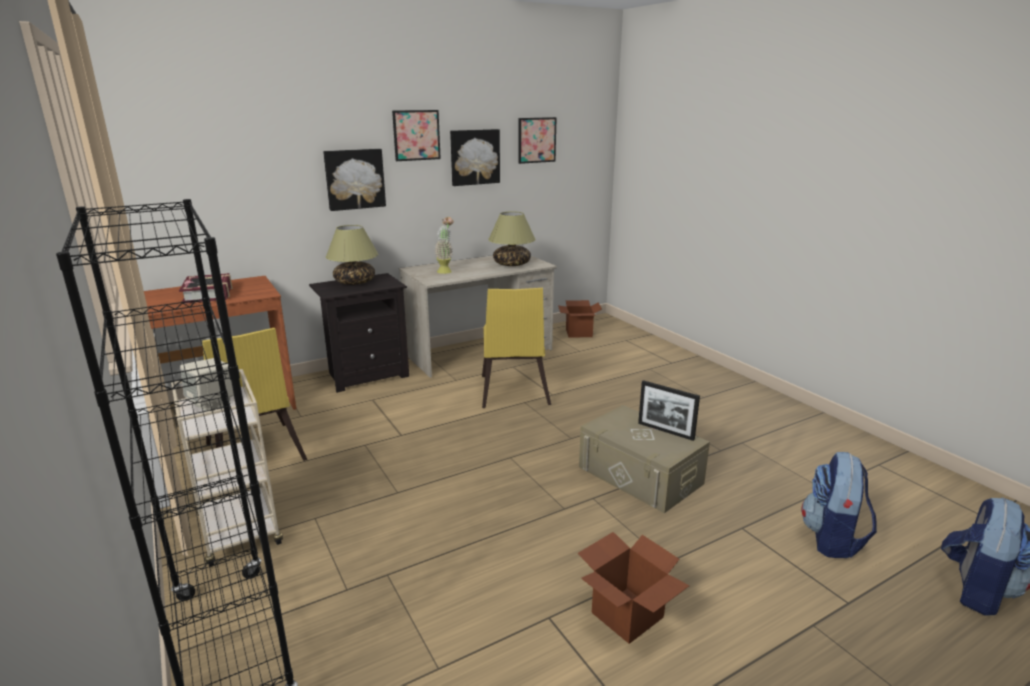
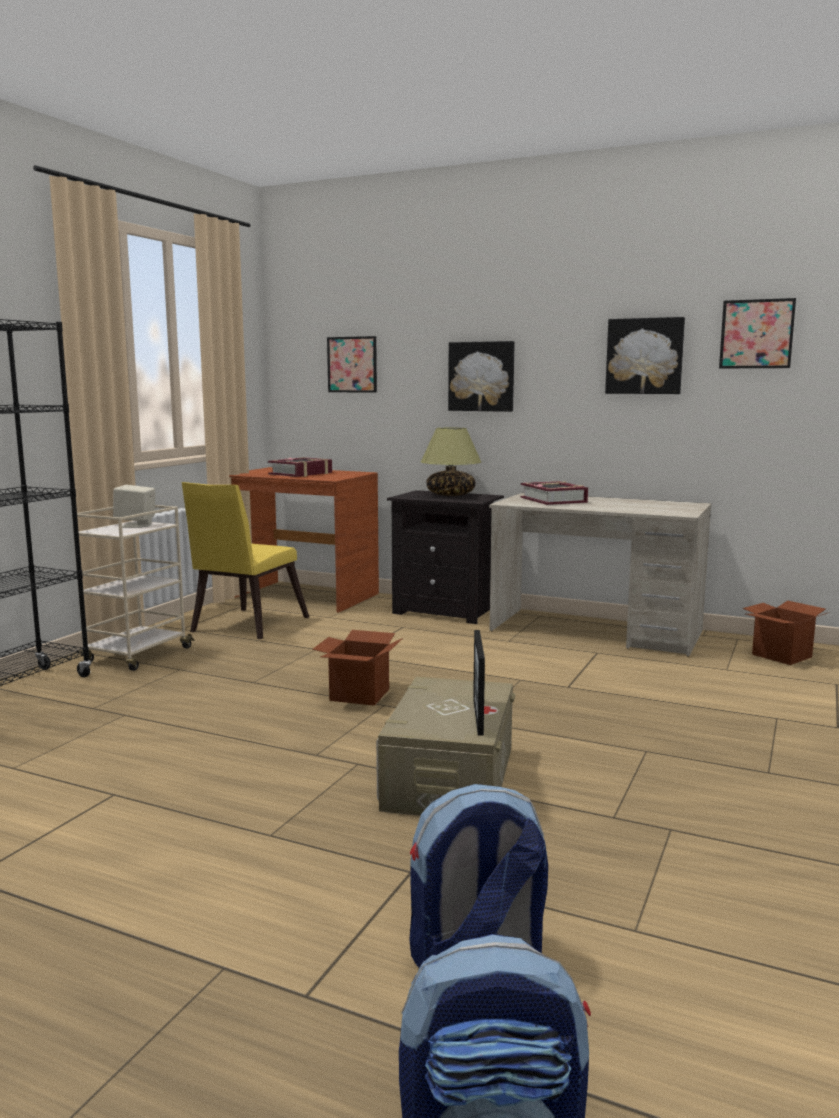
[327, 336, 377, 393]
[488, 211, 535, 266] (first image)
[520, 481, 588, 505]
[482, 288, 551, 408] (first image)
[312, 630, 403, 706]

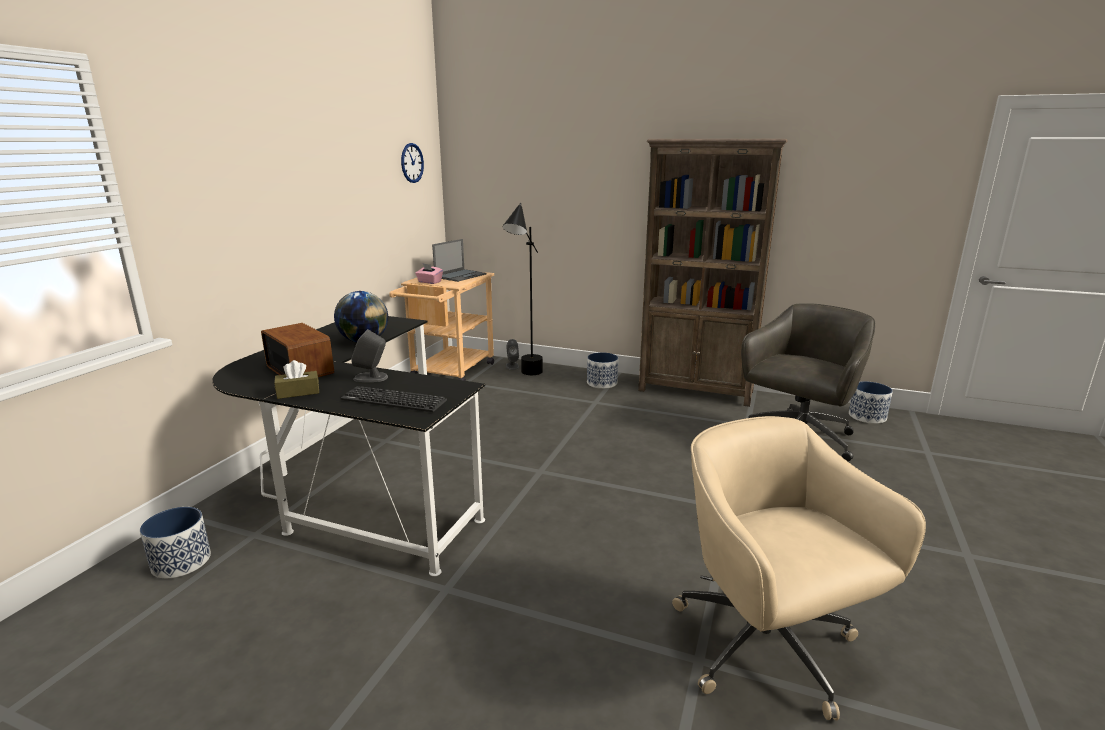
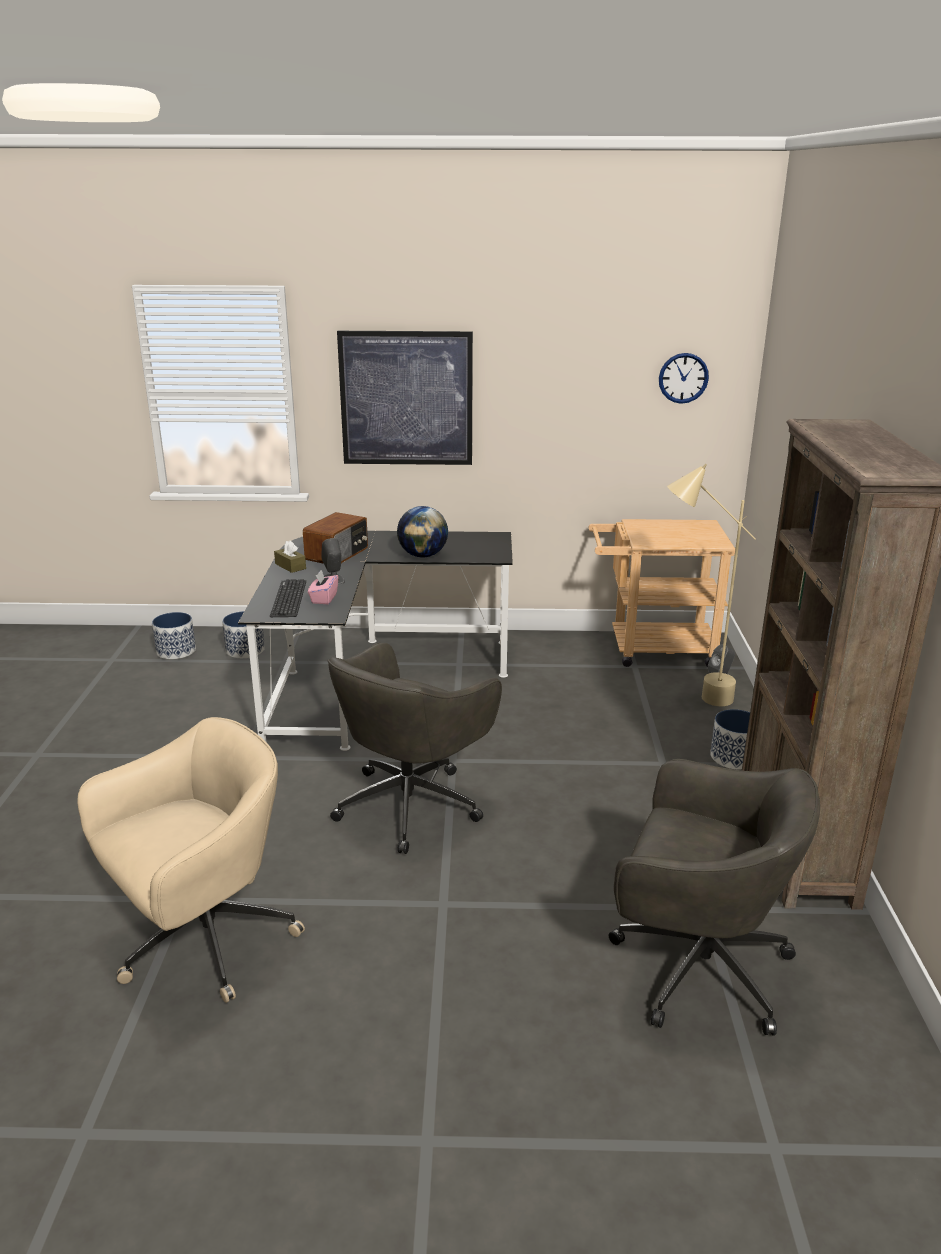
[667, 464, 756, 706]
[432, 239, 487, 282] (first image)
[308, 570, 338, 604]
[152, 612, 196, 660]
[337, 331, 473, 465]
[327, 643, 502, 854]

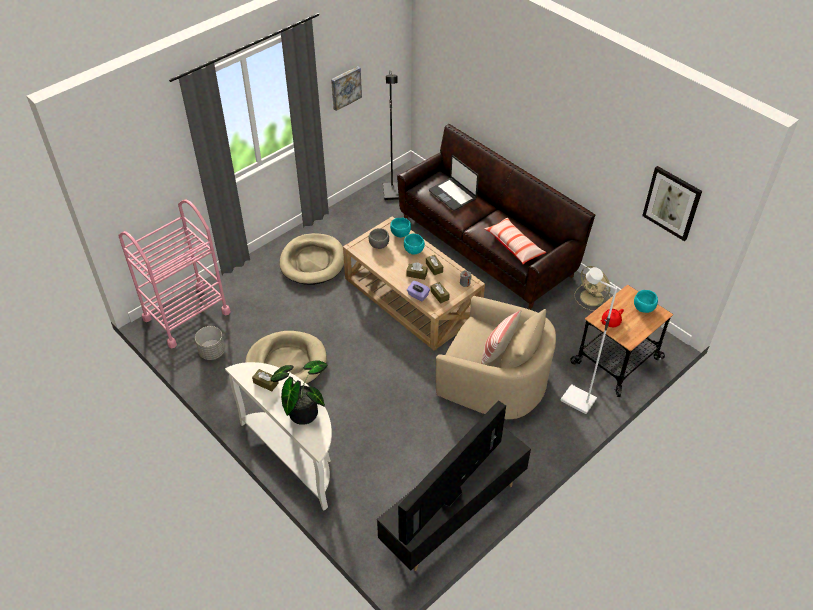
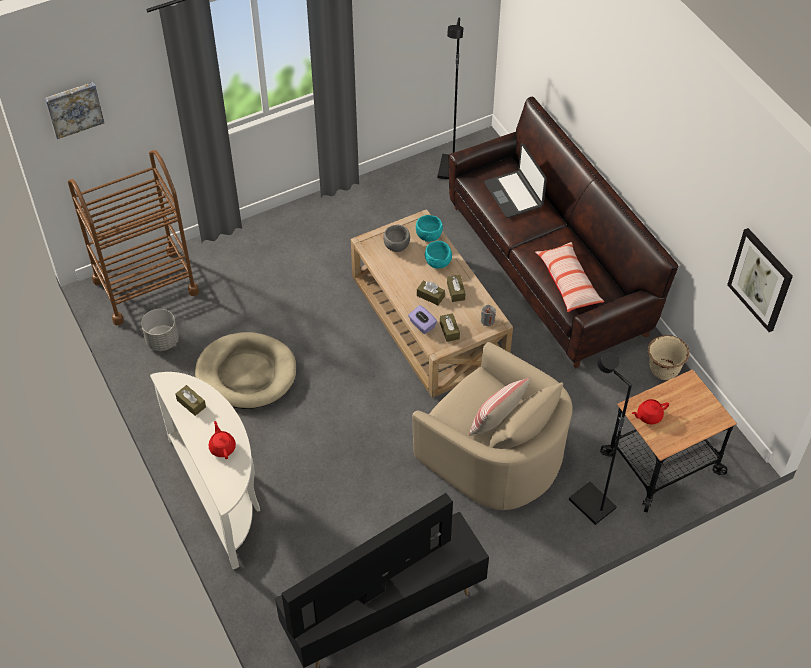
[45, 82, 104, 139]
[68, 150, 199, 326]
[280, 233, 344, 285] (first image)
[647, 335, 689, 380]
[569, 352, 632, 525]
[634, 290, 658, 313] (first image)
[208, 421, 236, 459]

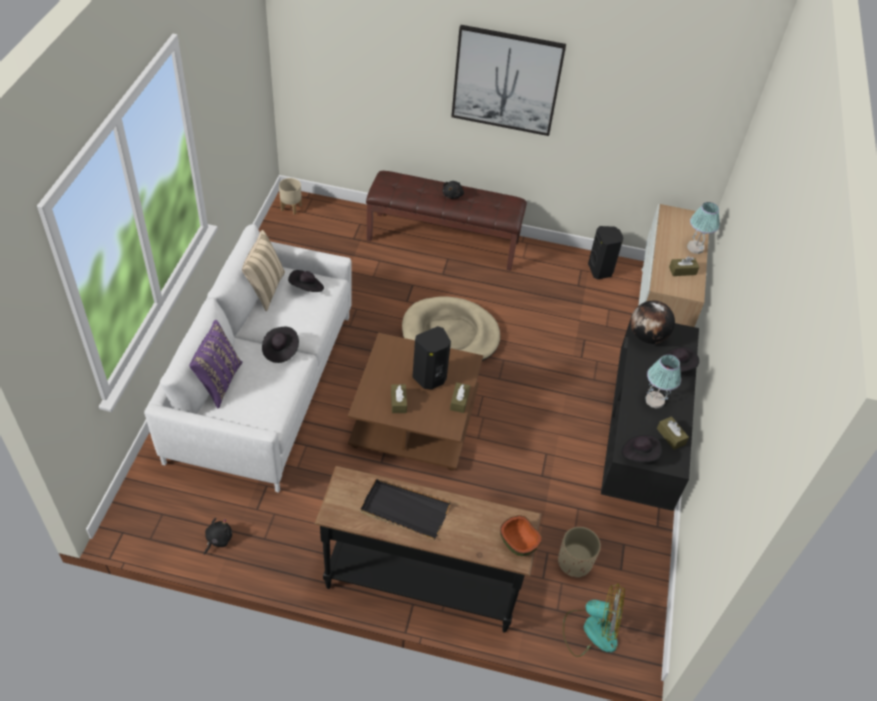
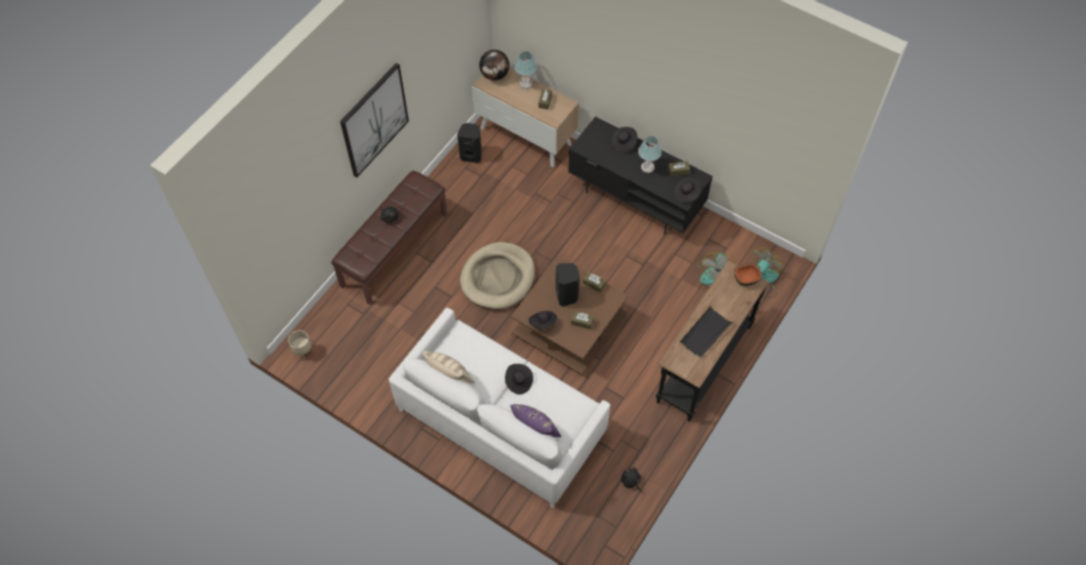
[529, 311, 557, 330]
[479, 50, 510, 80]
[695, 252, 735, 285]

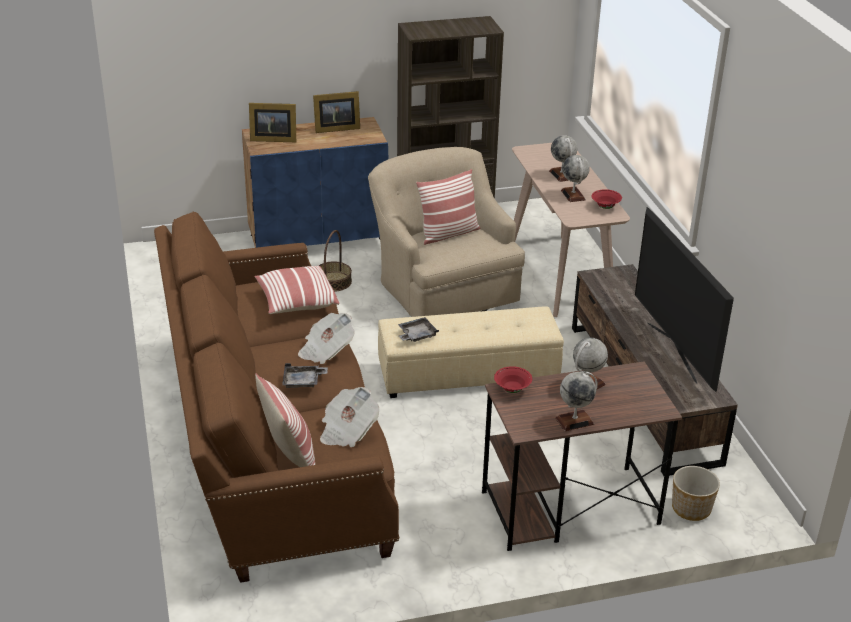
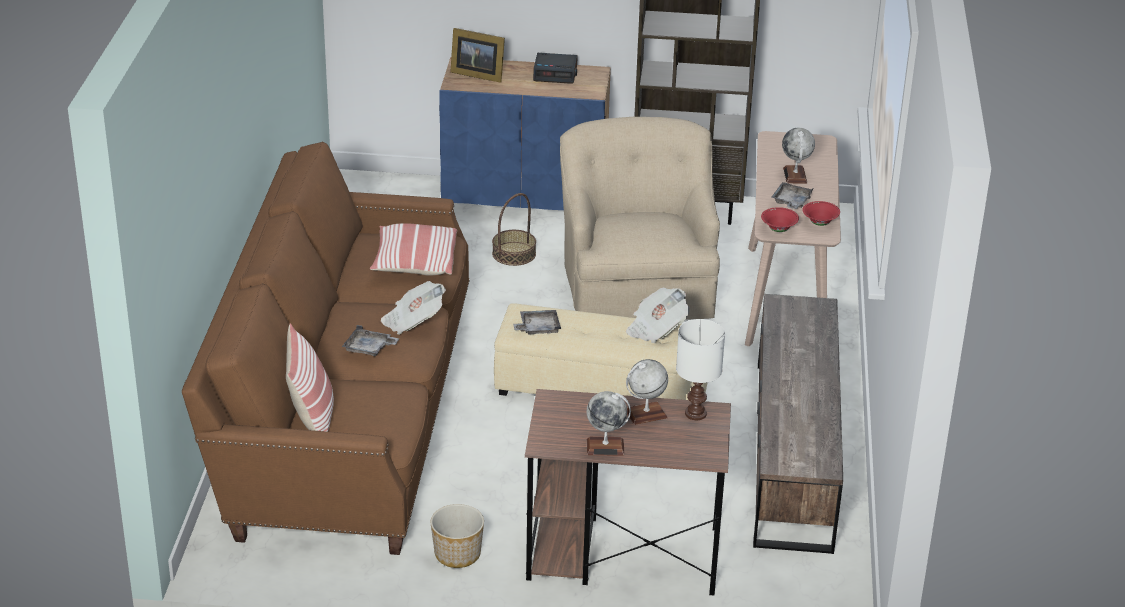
[533, 53, 578, 84]
[772, 182, 813, 209]
[416, 169, 480, 245] (first image)
[635, 207, 734, 392] (first image)
[761, 207, 799, 232]
[626, 288, 690, 343]
[431, 504, 484, 568]
[676, 319, 725, 420]

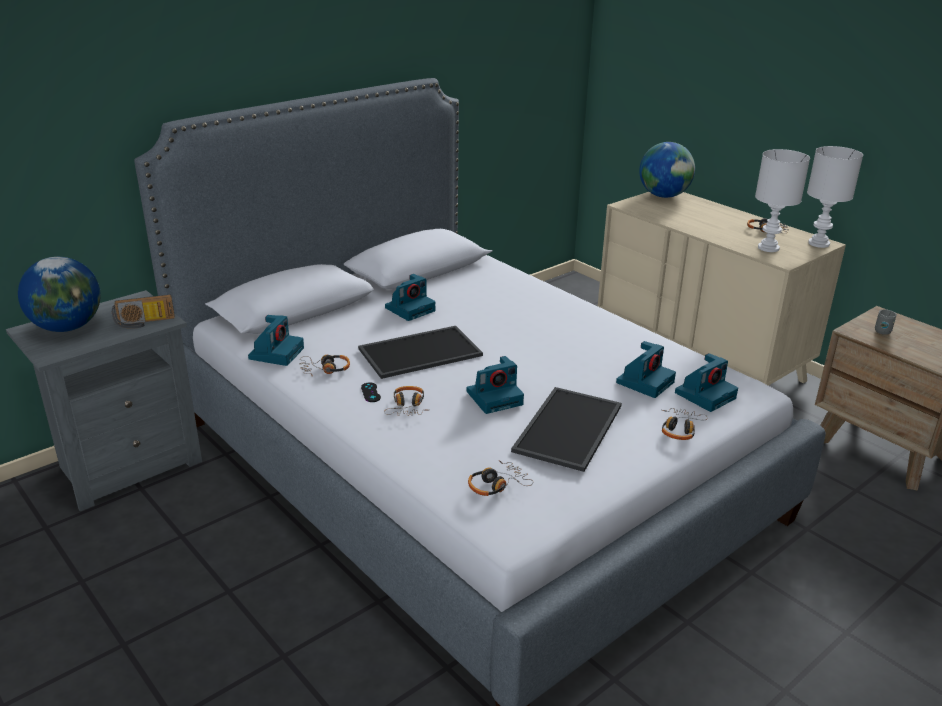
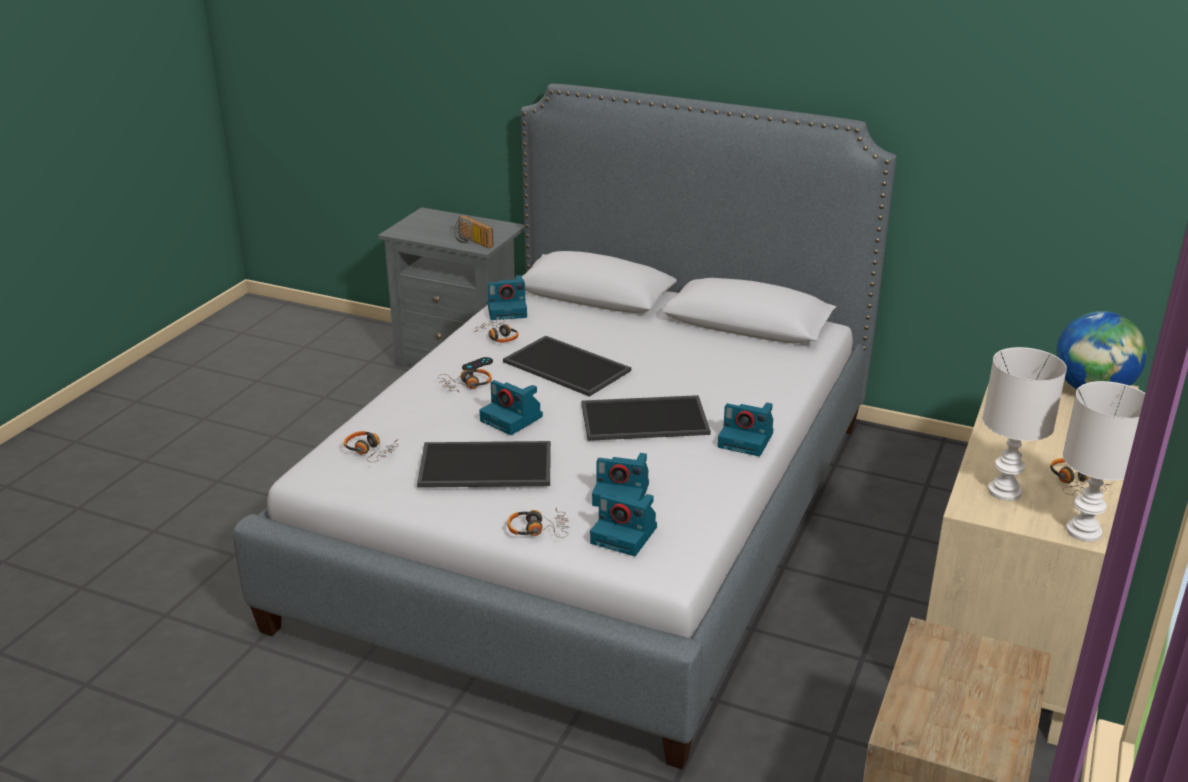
[18, 257, 101, 332] (first image)
[718, 403, 773, 456]
[875, 310, 897, 335] (first image)
[581, 395, 711, 441]

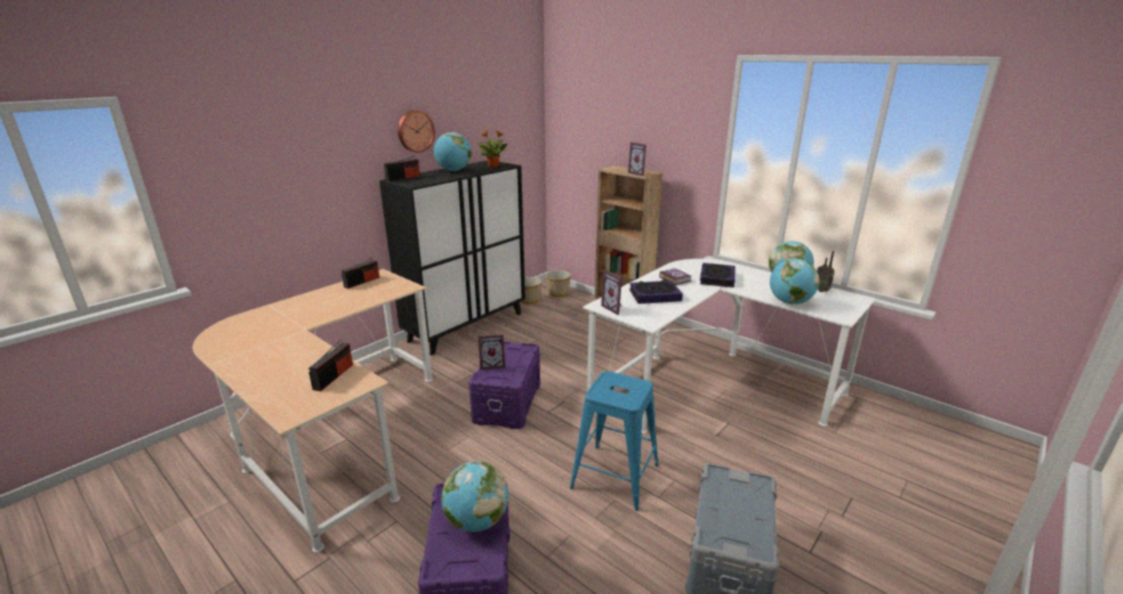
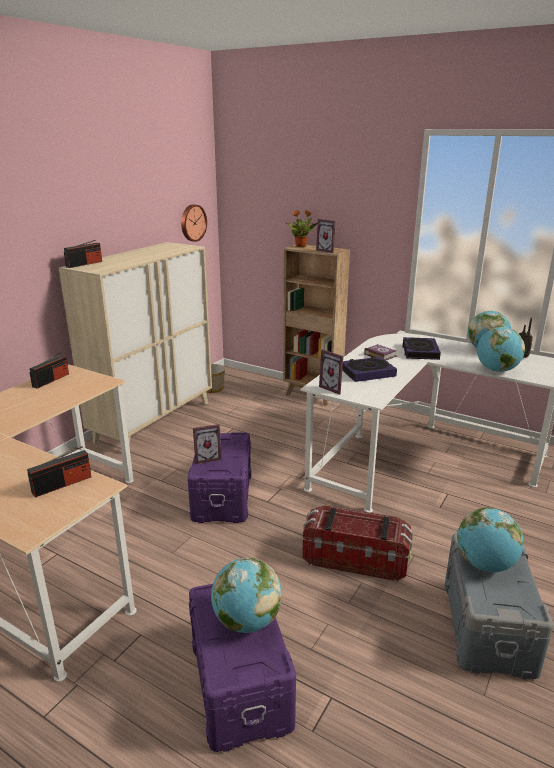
[181, 205, 207, 242]
[285, 210, 318, 247]
[457, 507, 524, 572]
[59, 242, 212, 444]
[546, 270, 571, 297] (first image)
[27, 446, 91, 498]
[302, 505, 413, 581]

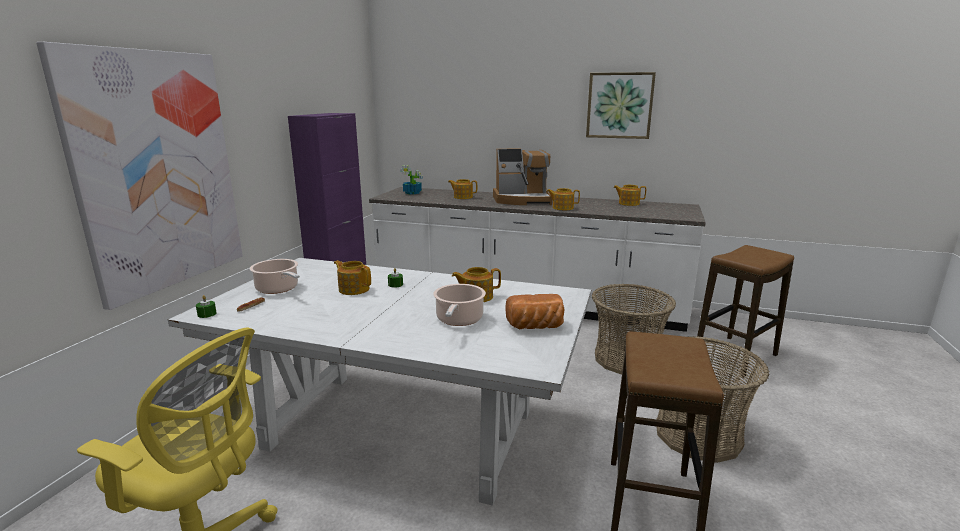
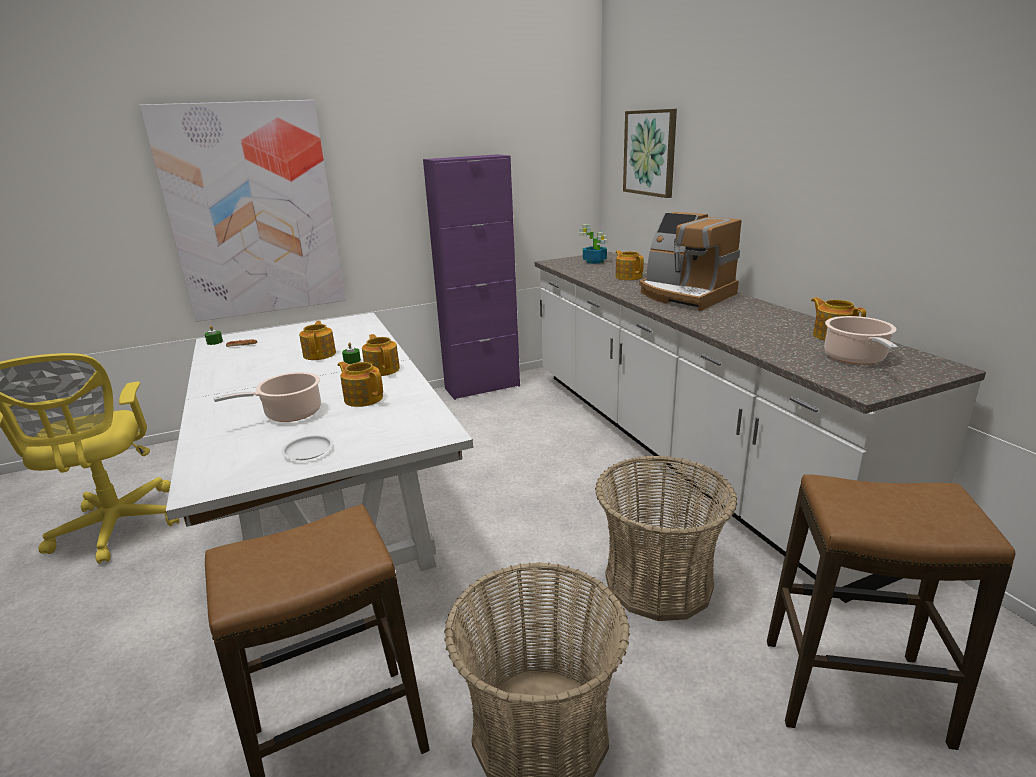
[623, 109, 677, 198]
[362, 334, 400, 376]
[824, 316, 898, 365]
[281, 435, 333, 460]

